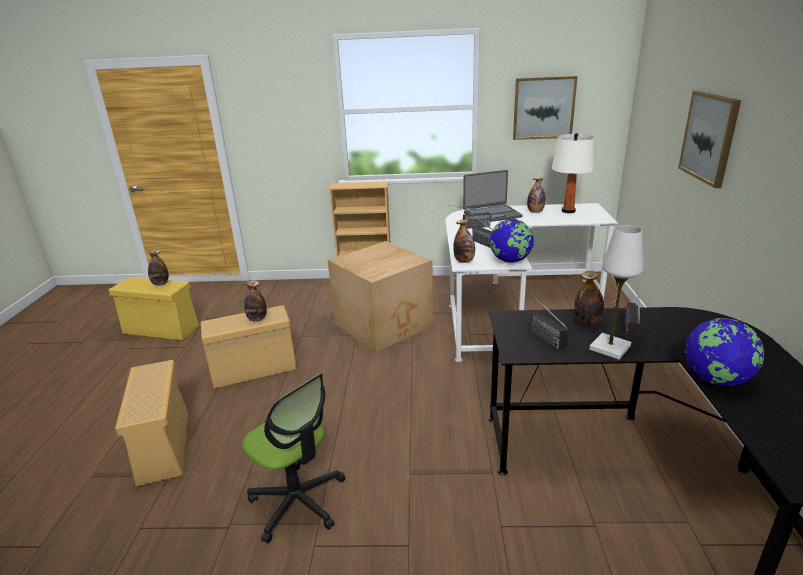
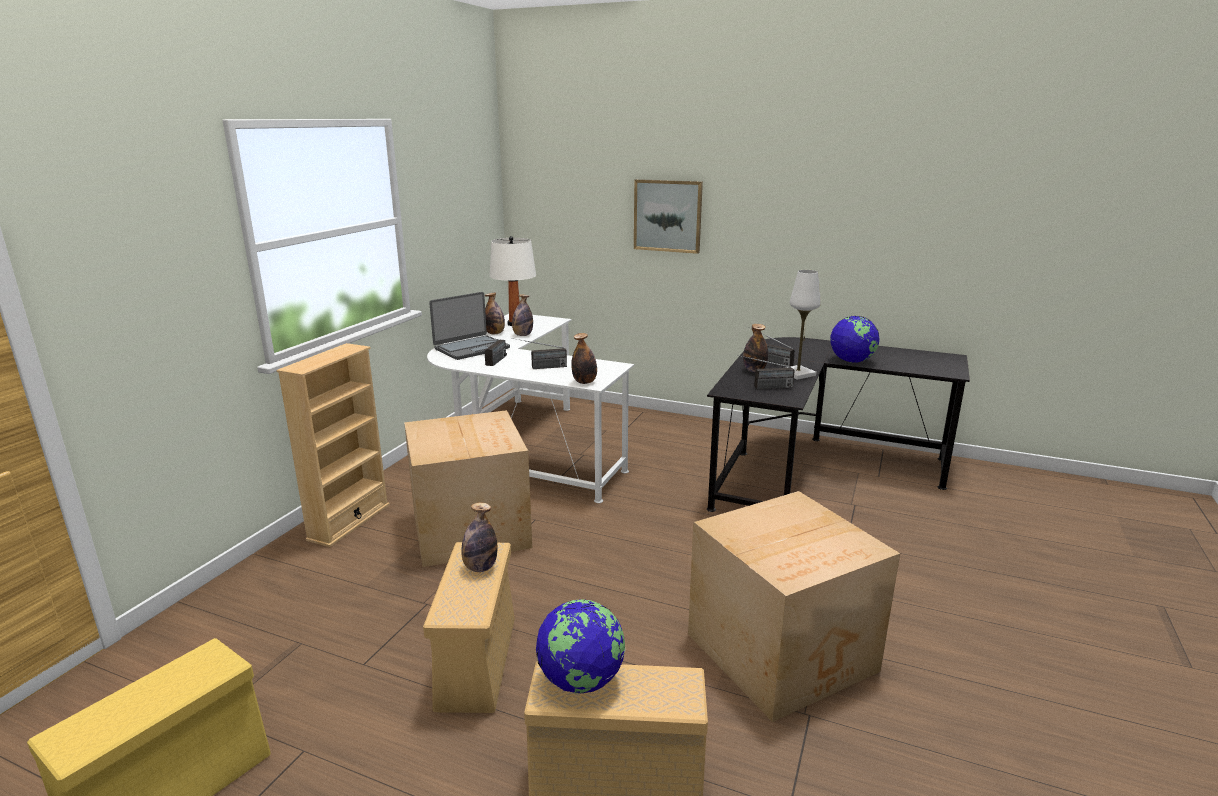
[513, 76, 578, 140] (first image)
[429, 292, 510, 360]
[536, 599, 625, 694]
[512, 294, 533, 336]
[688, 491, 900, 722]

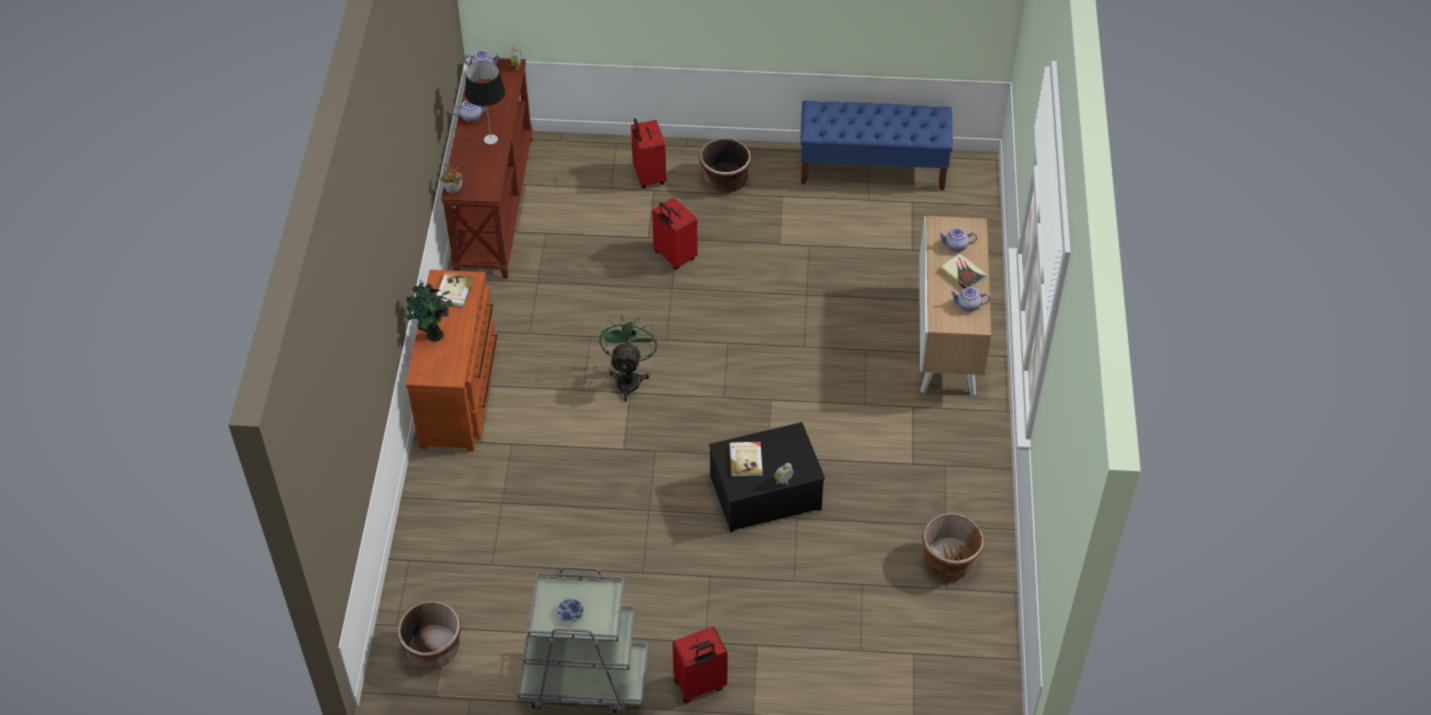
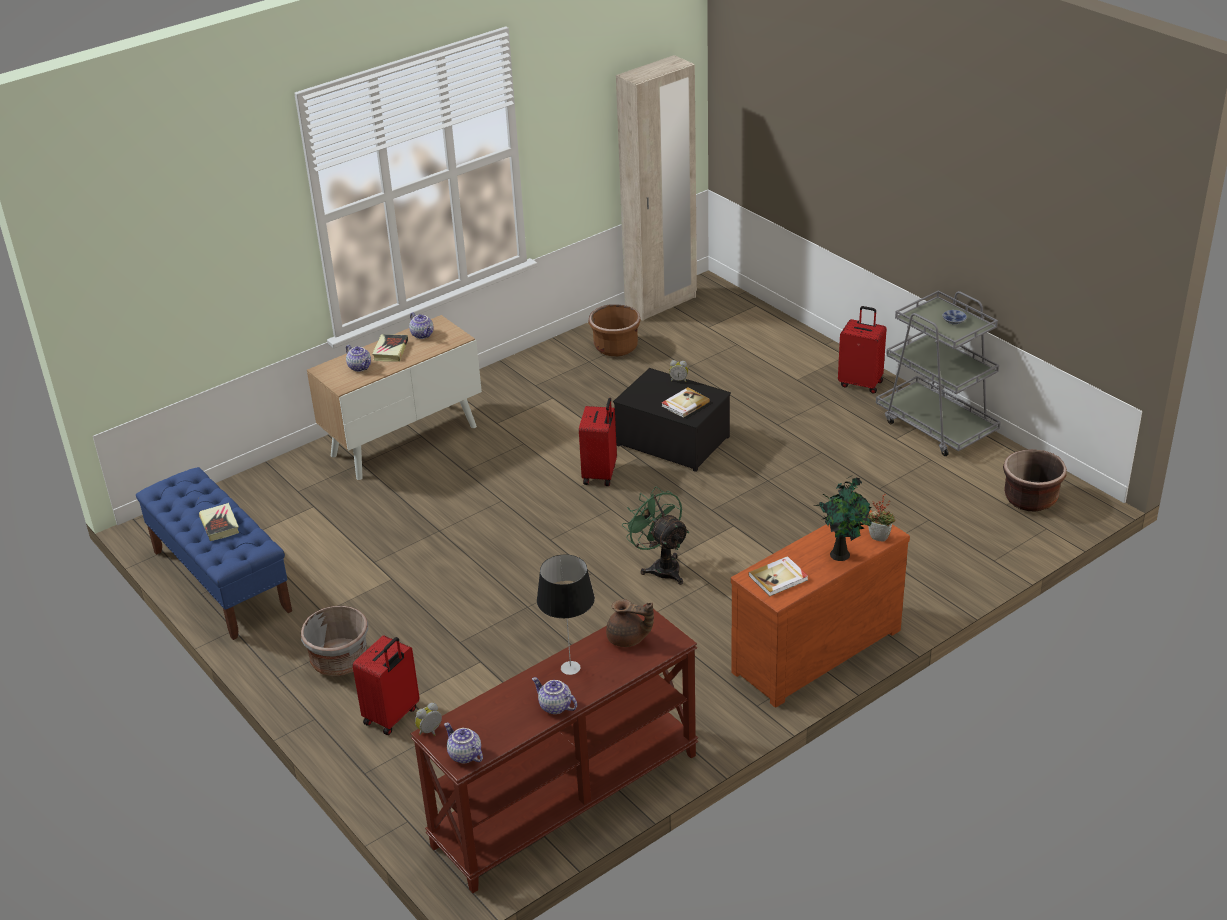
[301, 606, 368, 677]
[868, 494, 896, 541]
[579, 398, 617, 486]
[622, 486, 689, 585]
[616, 55, 697, 321]
[199, 503, 239, 541]
[606, 599, 654, 647]

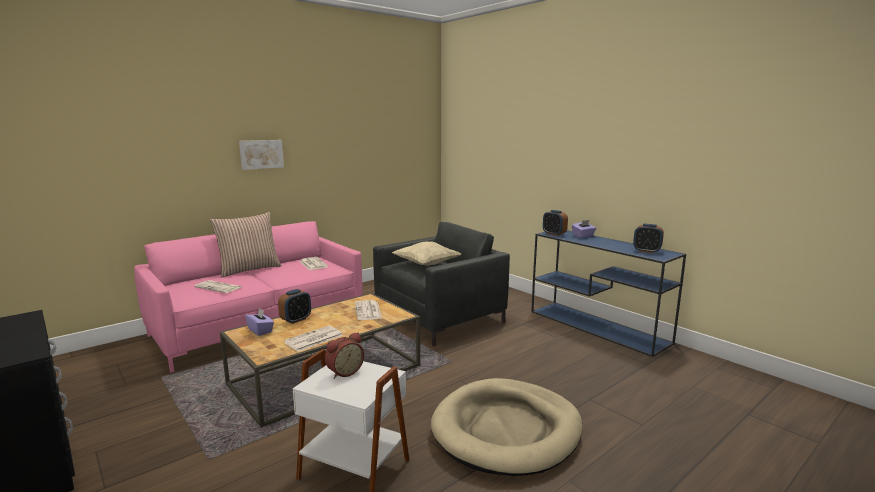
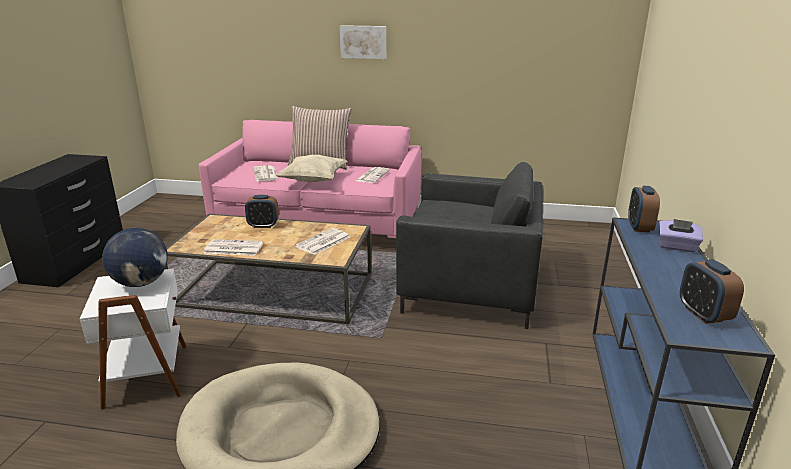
[276, 155, 347, 182]
[245, 308, 274, 336] (first image)
[102, 228, 168, 287]

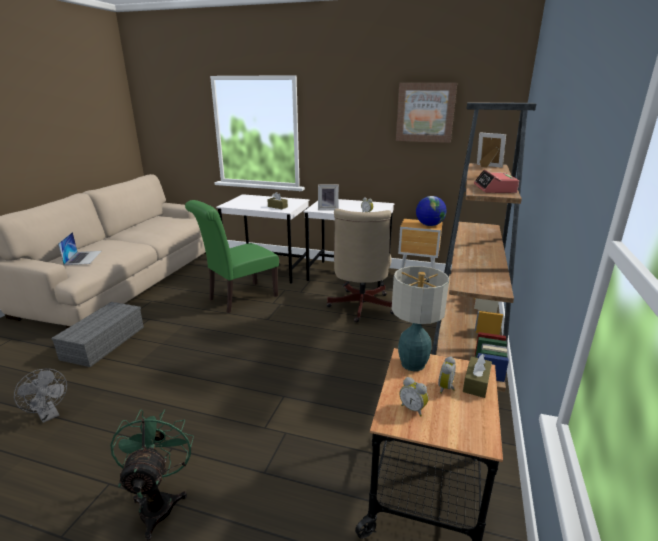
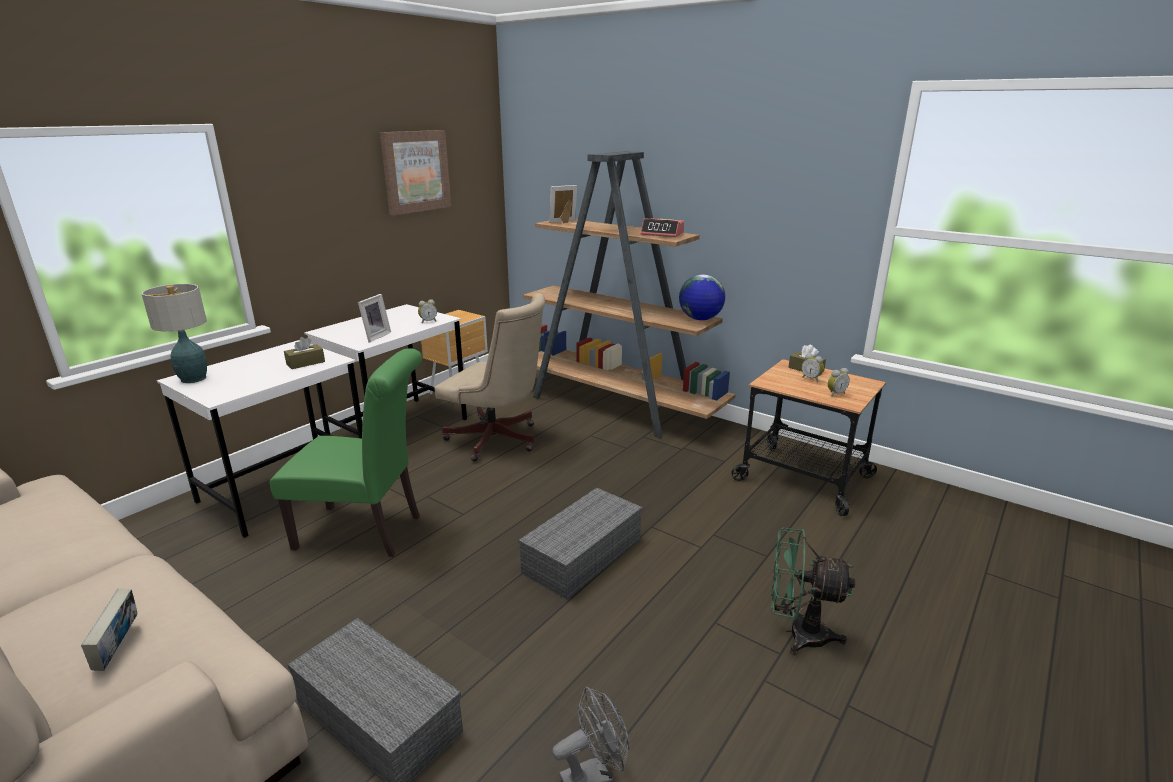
[679, 274, 725, 320]
[270, 348, 422, 557]
[81, 589, 137, 671]
[142, 284, 207, 383]
[518, 488, 643, 600]

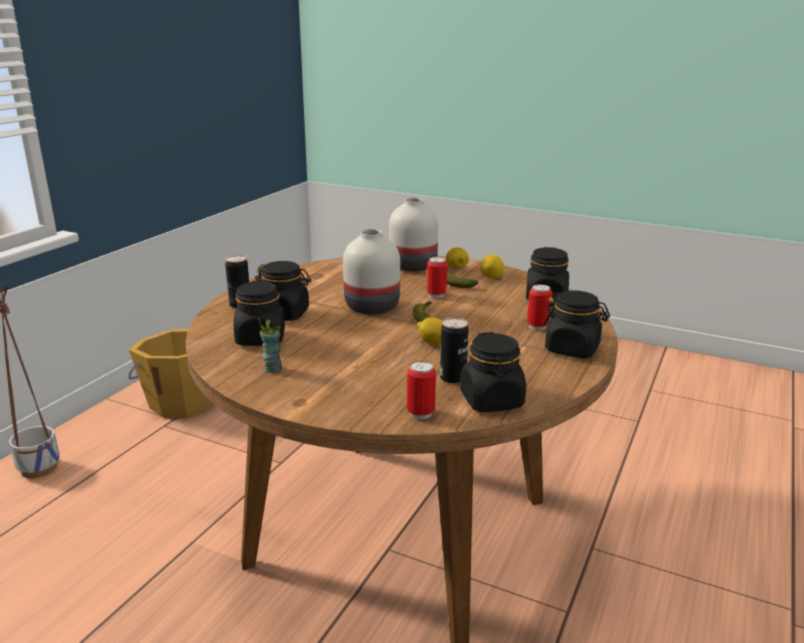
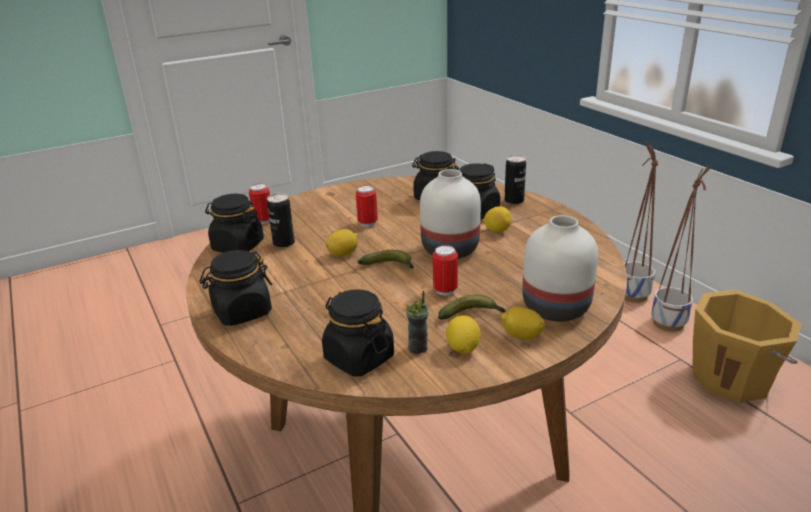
[356, 185, 378, 227]
[405, 291, 429, 354]
[651, 164, 712, 332]
[484, 206, 512, 232]

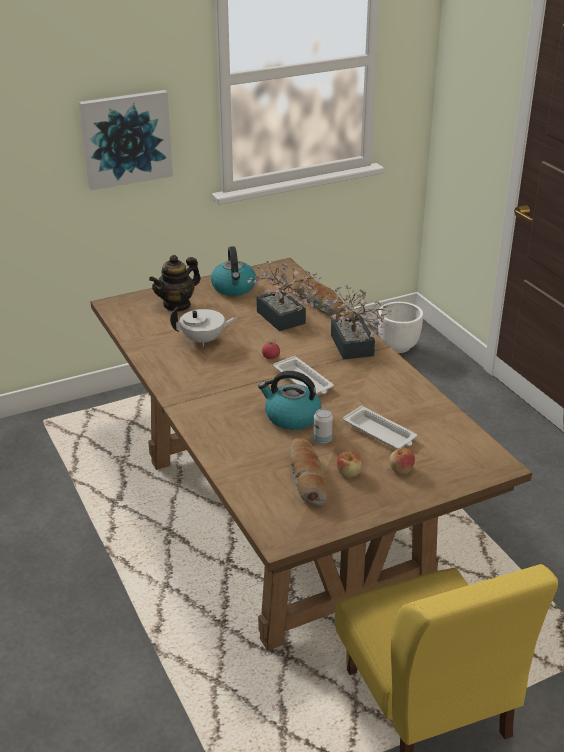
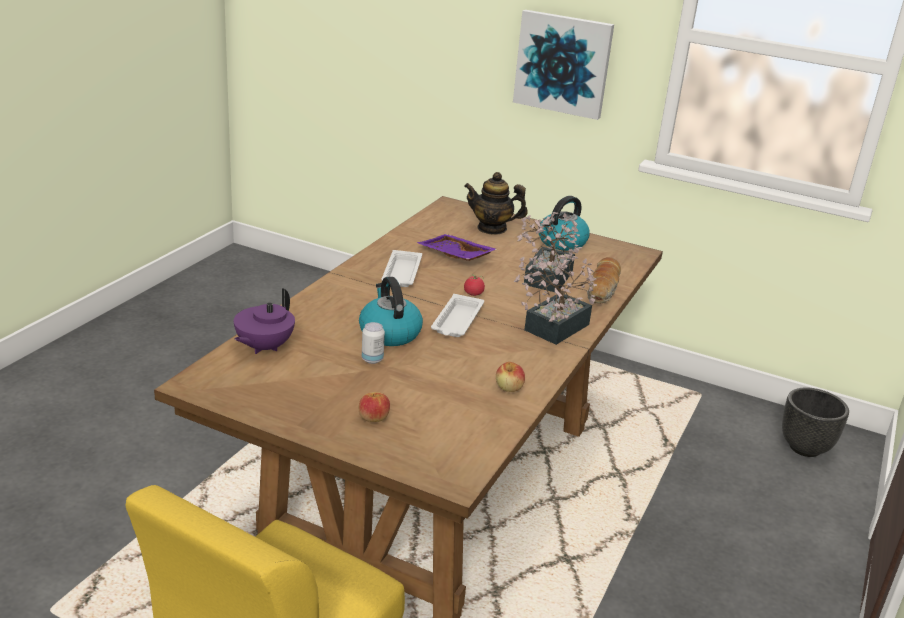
[782, 387, 849, 457]
[417, 234, 497, 261]
[381, 250, 422, 287]
[290, 438, 327, 507] (first image)
[496, 362, 525, 392]
[234, 288, 295, 354]

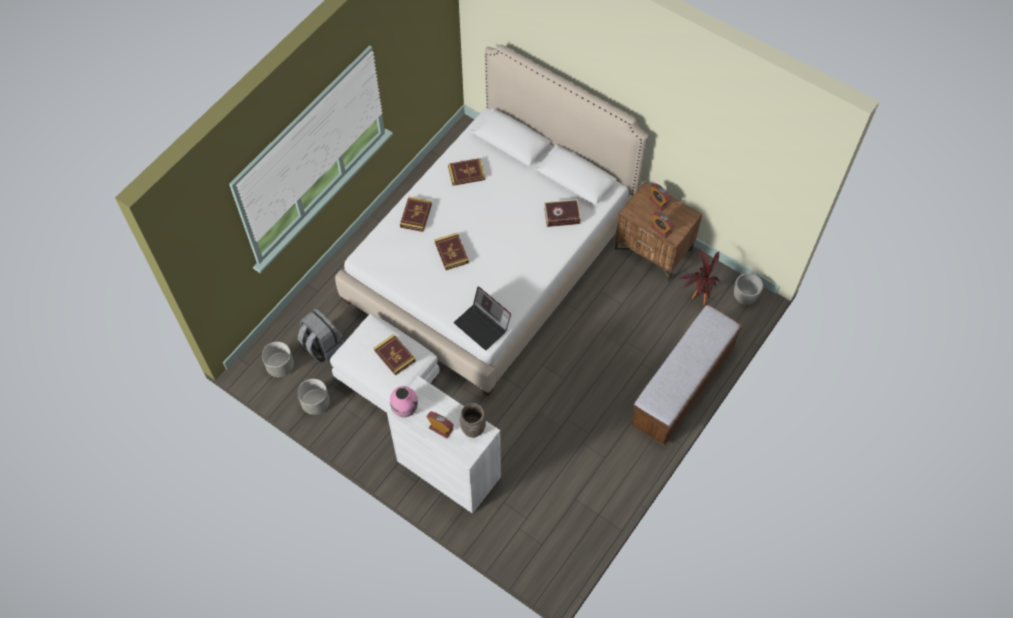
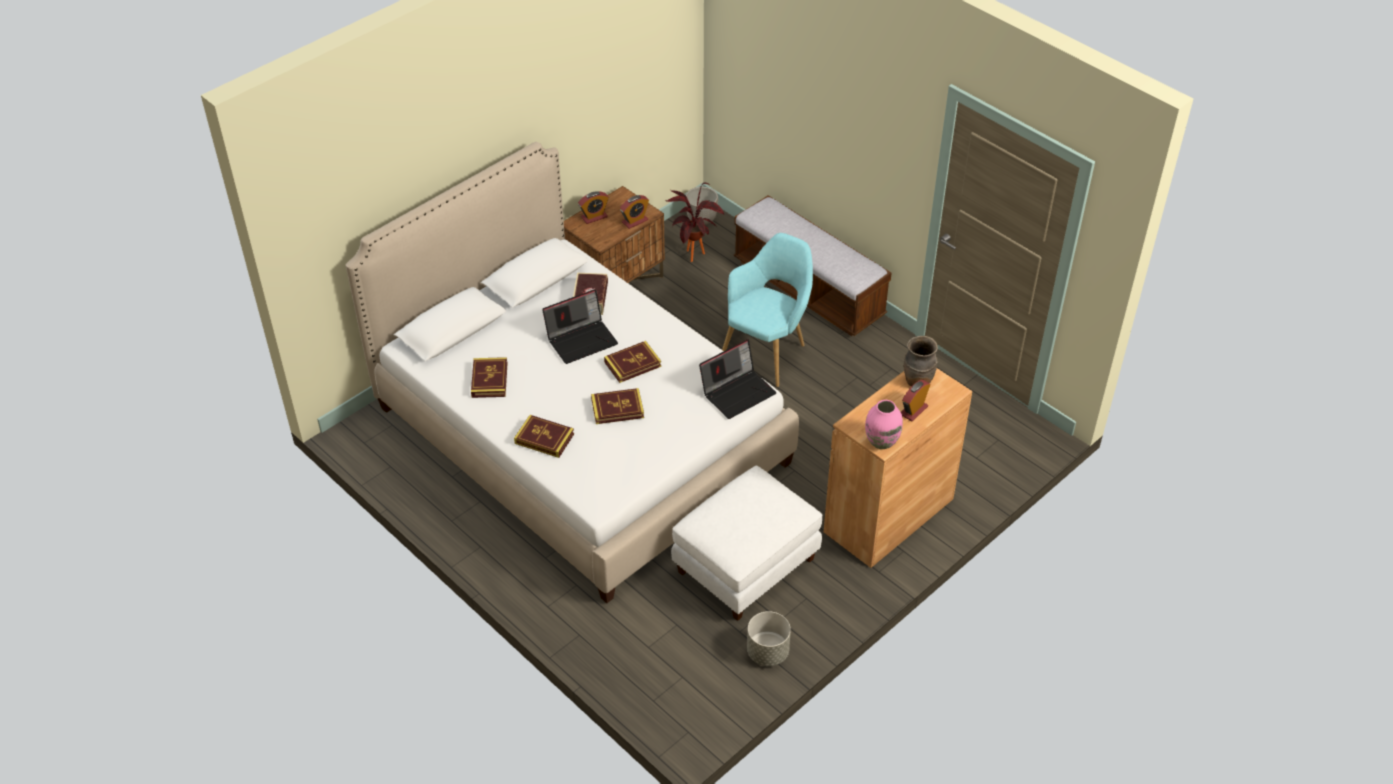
[298, 308, 344, 363] (first image)
[604, 341, 661, 383]
[262, 342, 294, 377] (first image)
[824, 368, 972, 568]
[722, 233, 813, 387]
[542, 289, 618, 364]

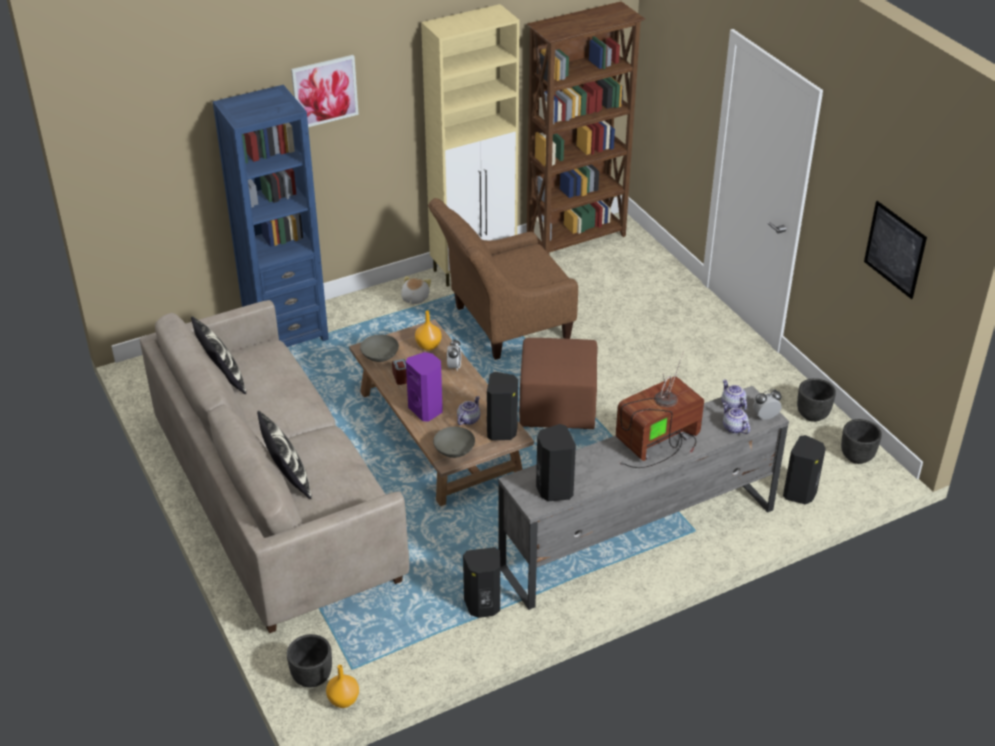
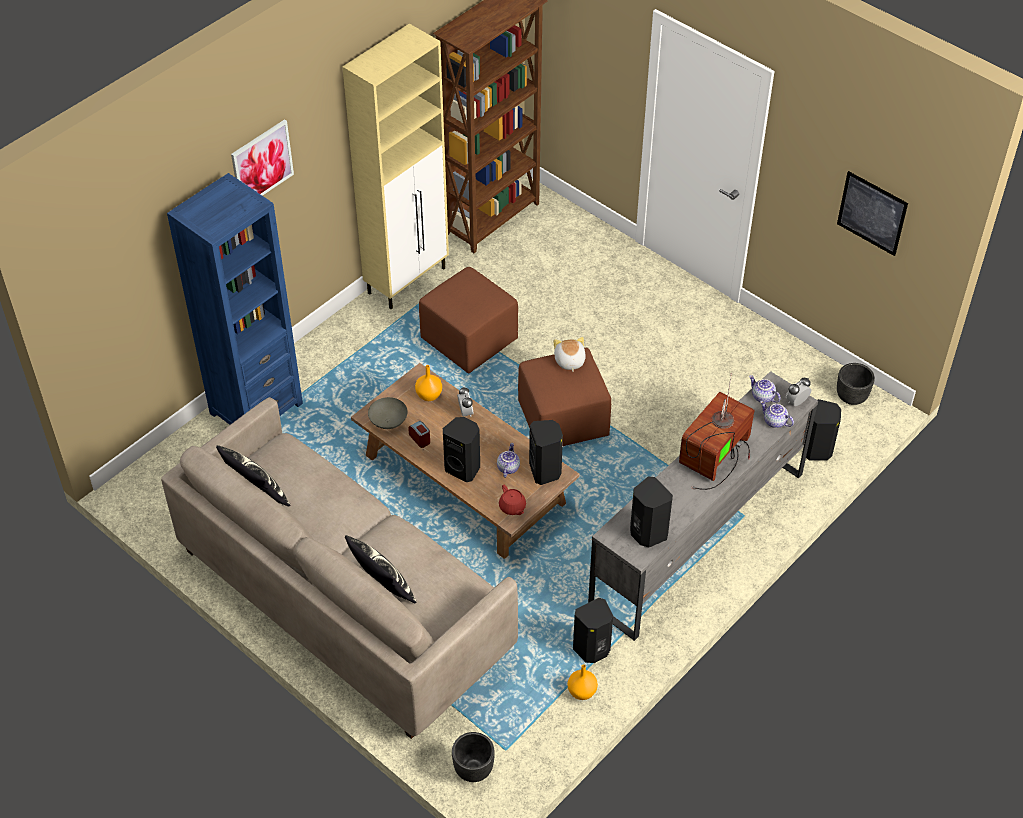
[419, 267, 518, 373]
[553, 337, 586, 372]
[443, 417, 480, 482]
[797, 378, 836, 422] (first image)
[499, 485, 526, 515]
[567, 664, 598, 700]

